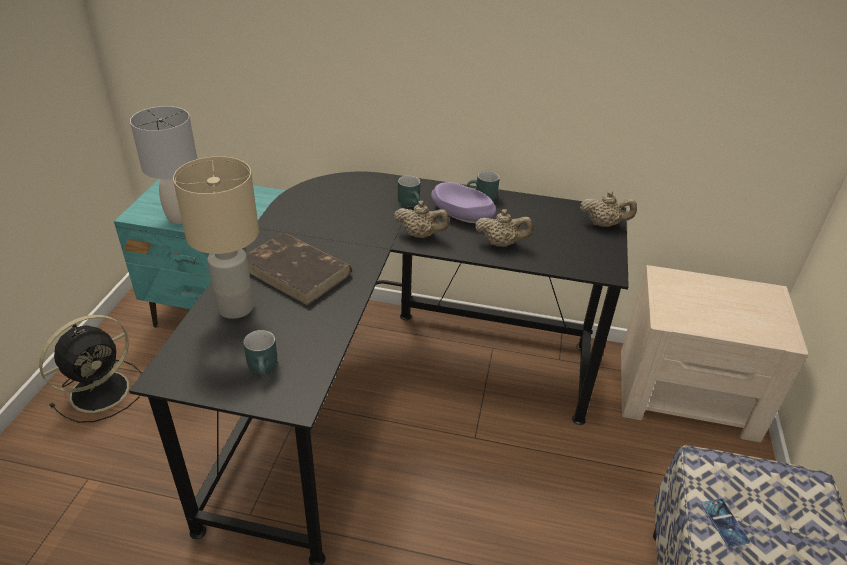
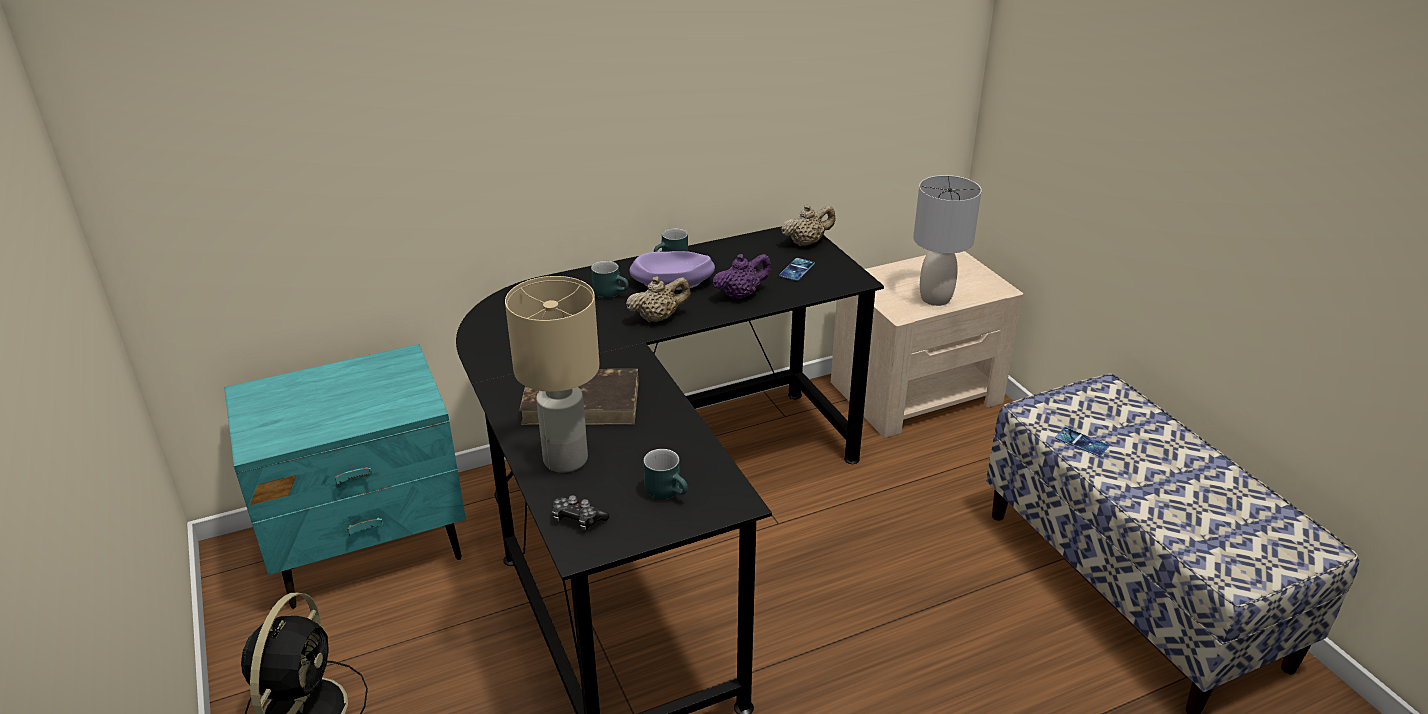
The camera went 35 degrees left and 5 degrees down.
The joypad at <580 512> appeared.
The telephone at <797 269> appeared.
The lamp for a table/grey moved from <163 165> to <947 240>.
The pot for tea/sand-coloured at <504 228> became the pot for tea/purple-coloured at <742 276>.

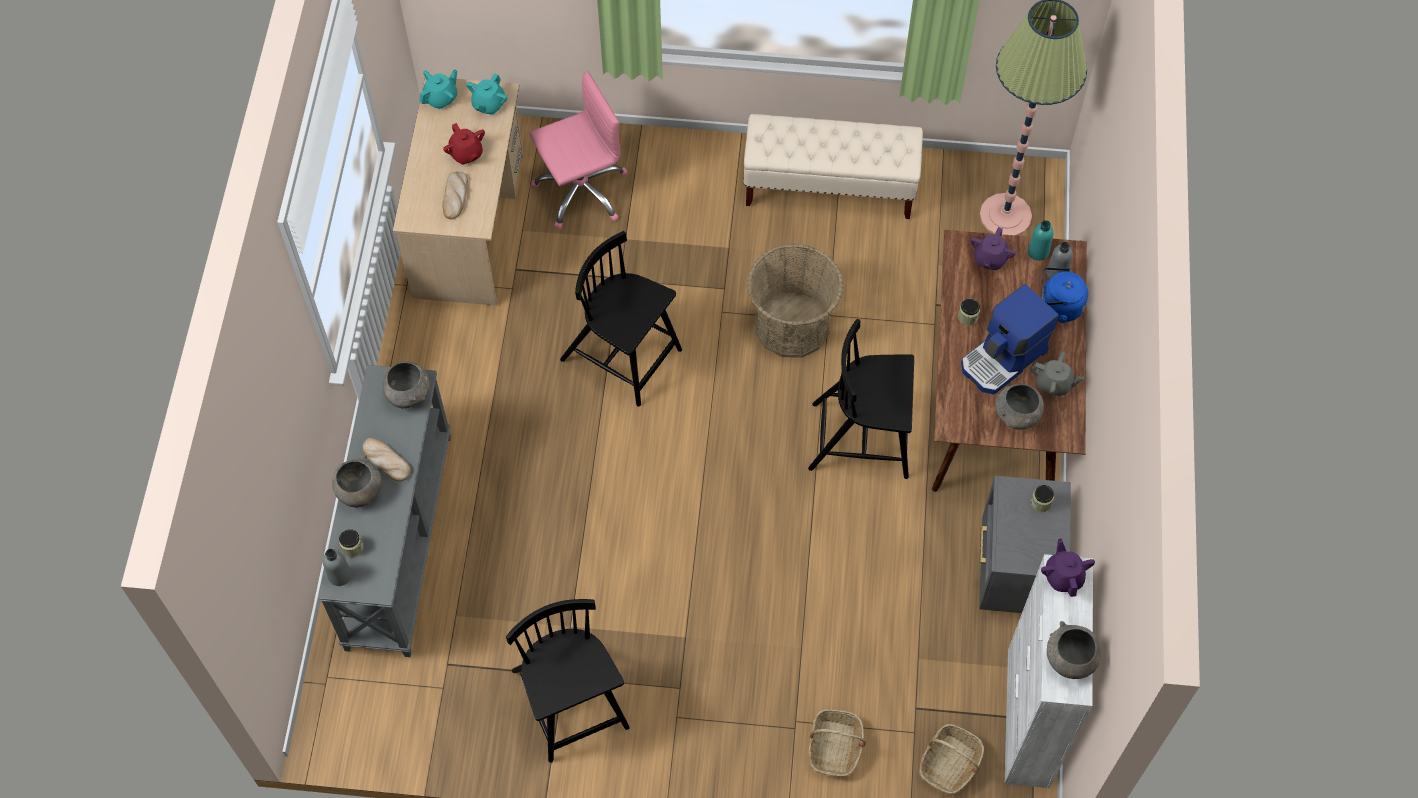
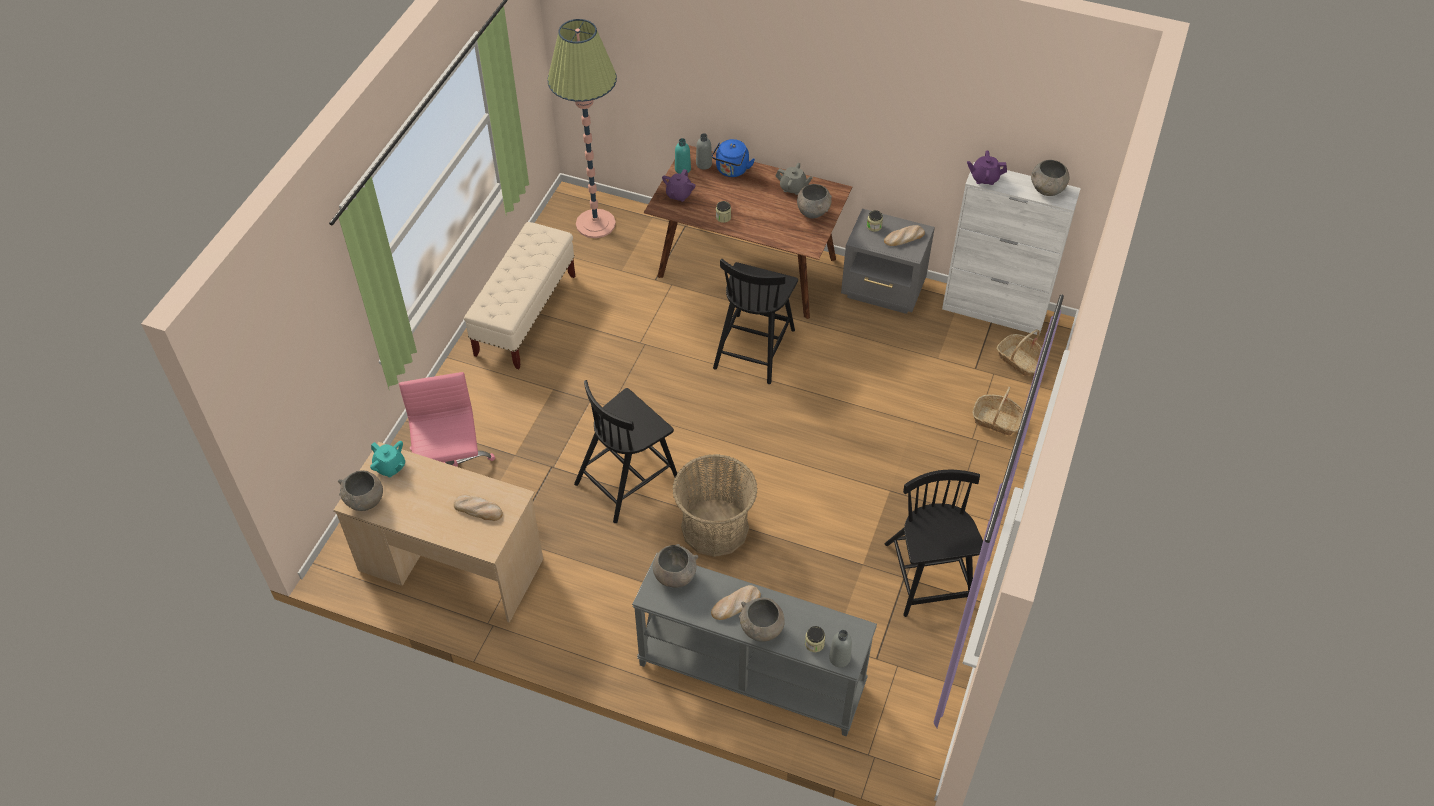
The camera went 75 degrees left and 10 degrees down.
The pot for tea/red at <464 144> disappeared.
The coffee brewer at <1010 339> disappeared.
The bakery bread at <904 235> appeared.
The basket moved from <795 301> to <715 505>.
The pot for tea/turquoise-coloured at <438 89> was replaced by the bowl/grey at <360 490>.
The chair/black-coloured at <568 681> turned 90 degrees clockwise.
The pot for tea/purple-coloured at <993 248> turned 75 degrees clockwise.
The pot for tea/grey at <1057 374> turned 75 degrees clockwise.

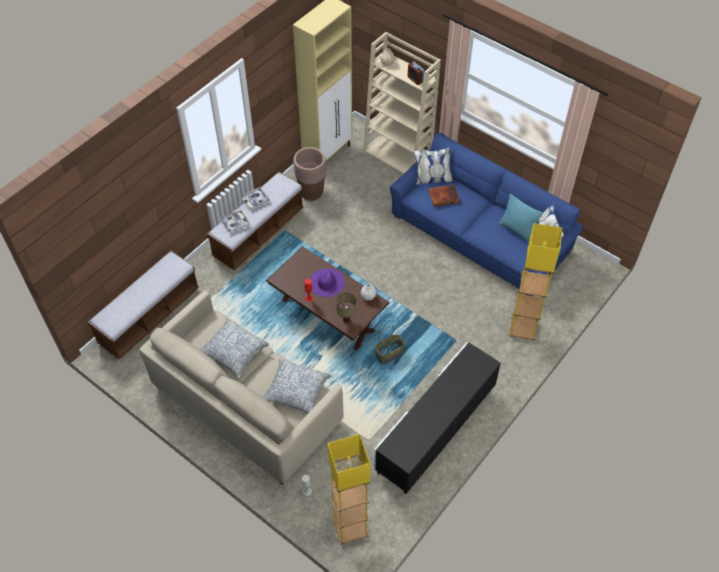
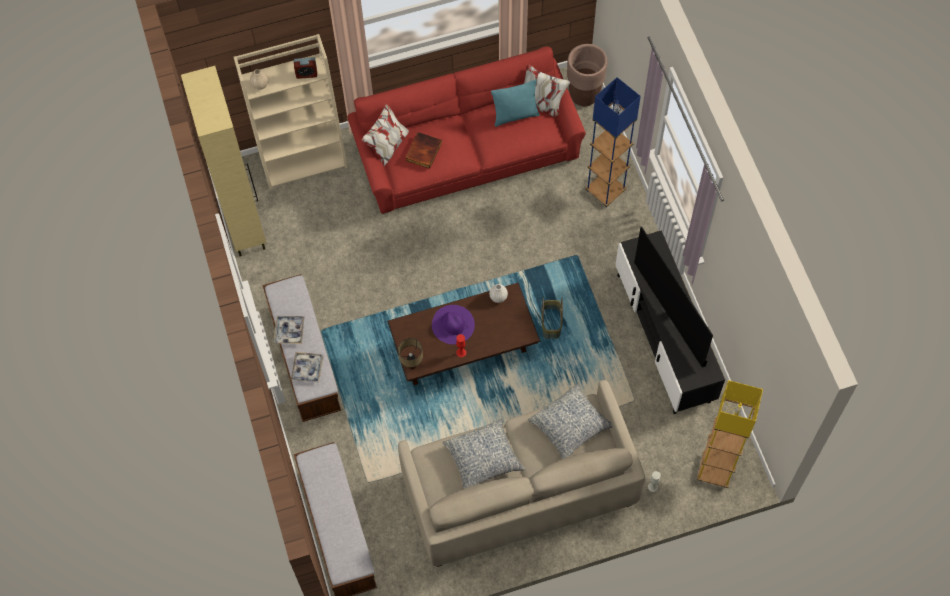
The camera went 55 degrees left and 10 degrees up.
The TV set at <673 297> appeared.
The flower pot/brown-coloured moved from <309 174> to <587 75>.
The lamp for a table moved from <346 308> to <410 354>.
The settee/blue-coloured at <486 214> became the settee/red at <467 130>.
The floor lamp/yellow at <535 282> became the floor lamp/blue-coloured at <613 142>.

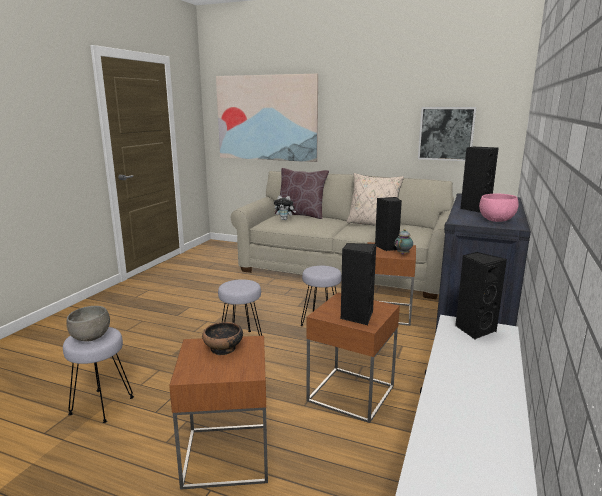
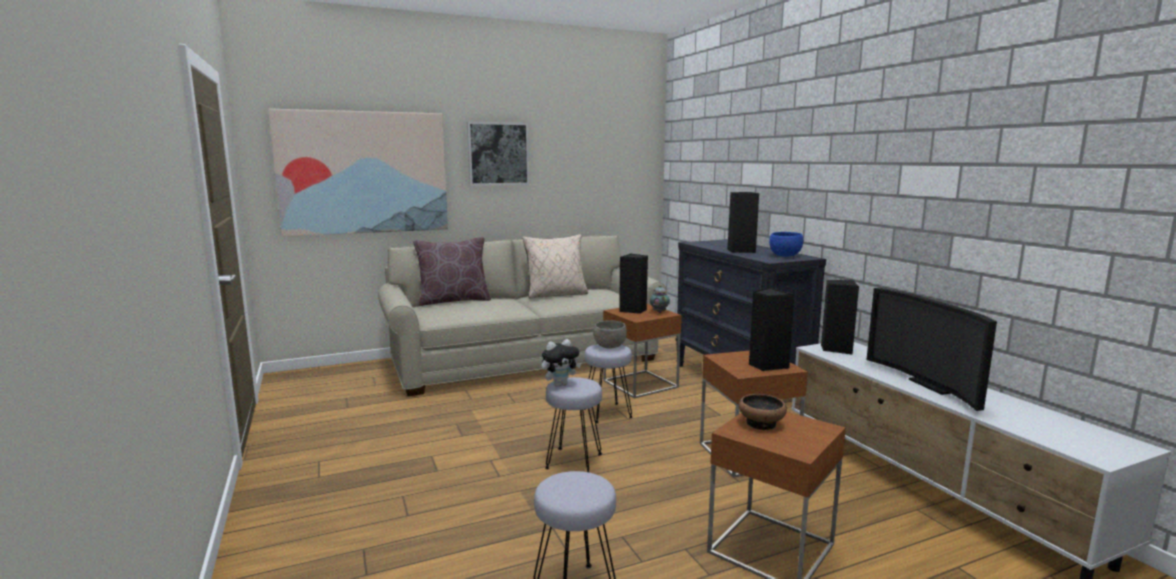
The camera went 45 degrees left and 5 degrees down.
The TV set at <931 349> appeared.
The bowl/grey moved from <88 324> to <610 334>.
The soft toy moved from <285 208> to <561 363>.
The wall picture moved from <447 134> to <498 154>.
The bowl/pink at <499 208> became the bowl/blue-coloured at <786 244>.

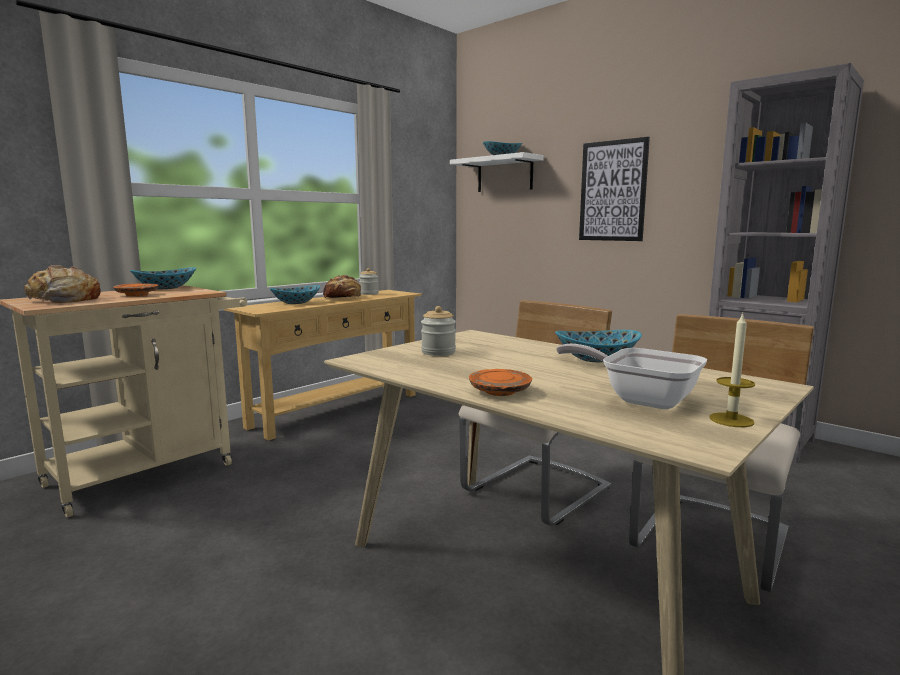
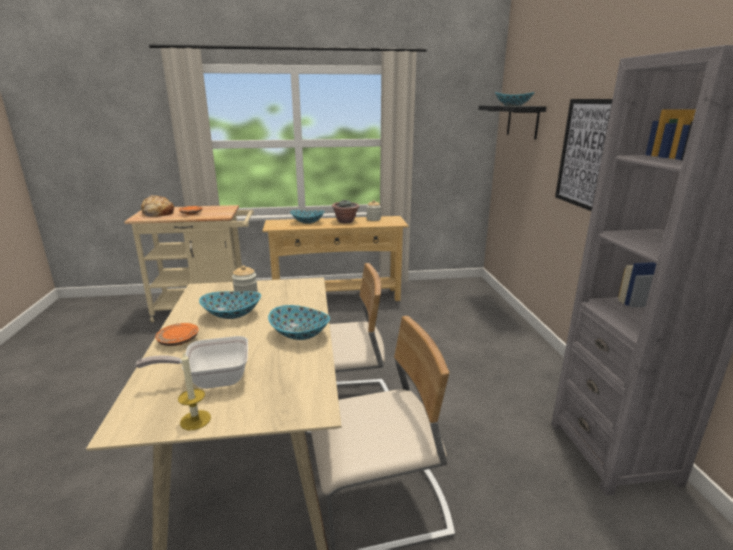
The camera went 40 degrees right and 10 degrees up.
The bowl moved from <163 278> to <230 305>.
The bakery bread at <342 286> was replaced by the houseplant at <345 211>.
The shelf/whitish at <497 172> became the shelf/black-coloured at <512 122>.
The frying pan at <631 376> turned 90 degrees counterclockwise.

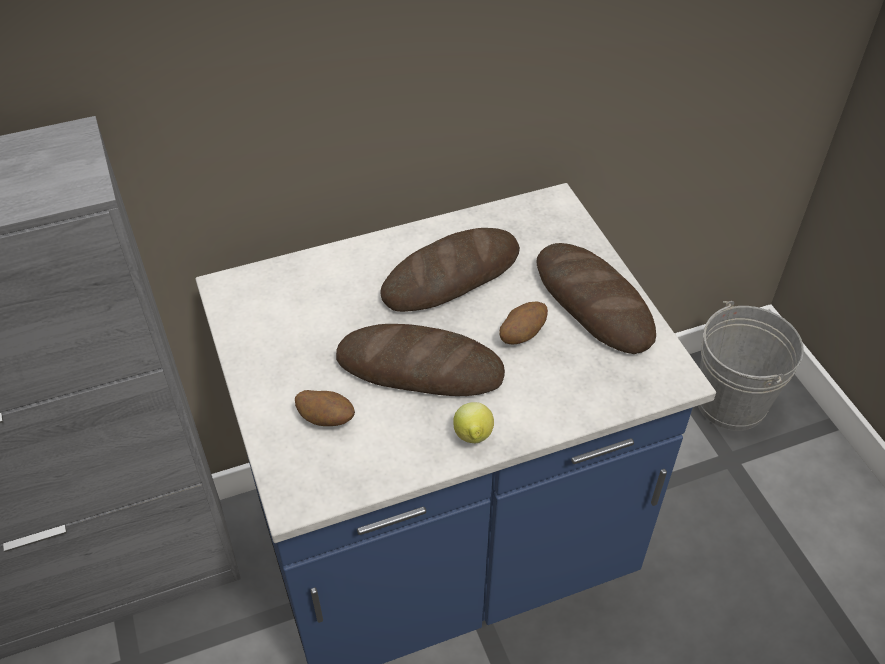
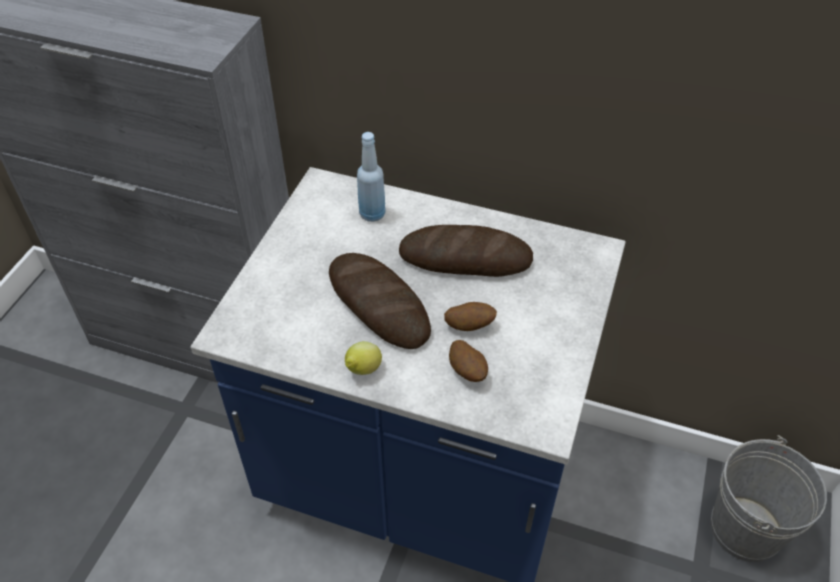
The camera went 40 degrees right and 0 degrees up.
The bakery bread at <596 298> disappeared.
The drink bottle/blue-coloured at <371 177> appeared.
The potato moved from <325 408> to <468 361>.

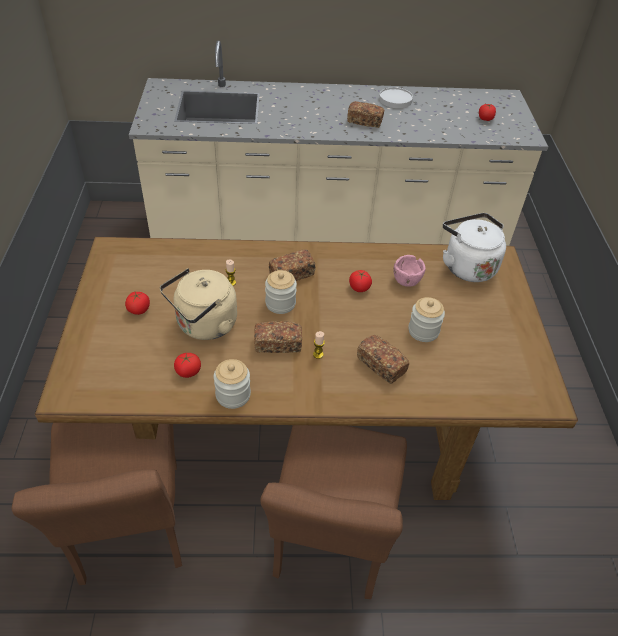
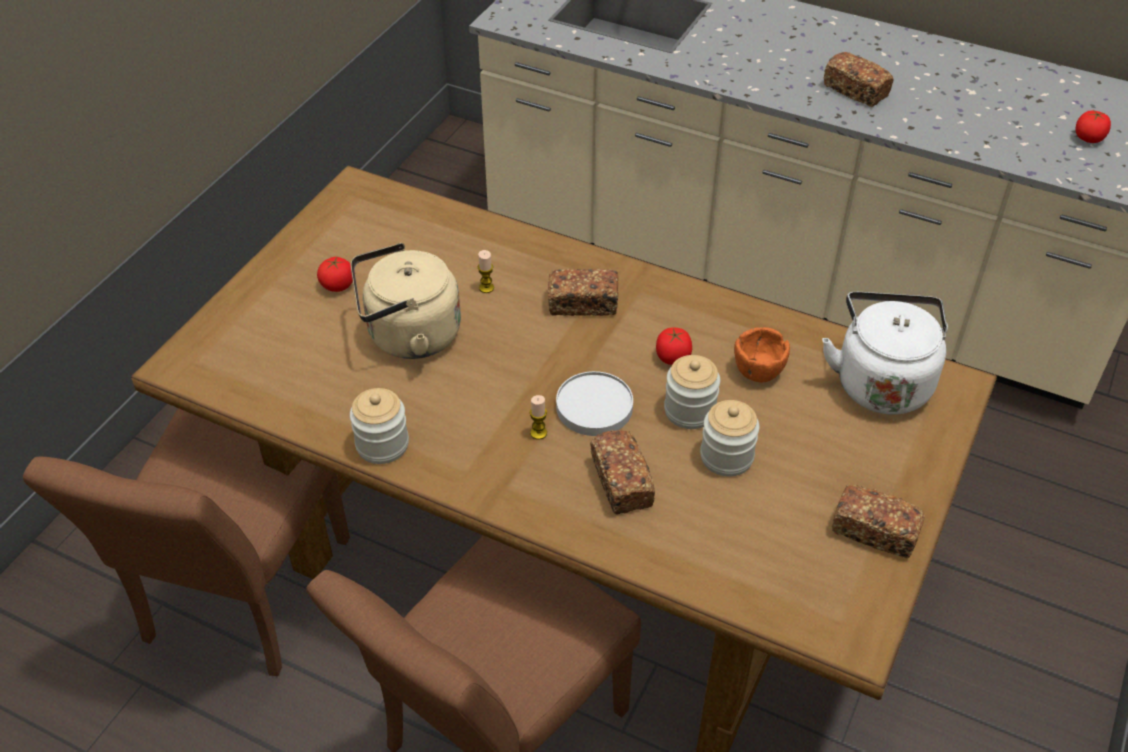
The camera went 30 degrees right and 0 degrees up.
The whole tomato at <187 365> disappeared.
The bakery bread moved from <278 337> to <878 521>.
The jar moved from <281 292> to <692 392>.
The flat dish/whitish moved from <396 97> to <594 403>.
The bowl/pink at <410 271> became the bowl/orange at <762 354>.

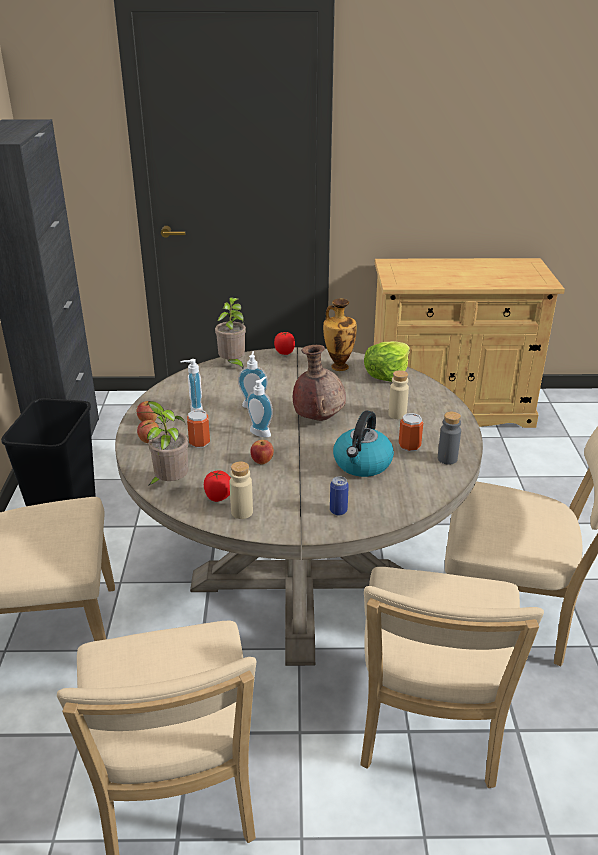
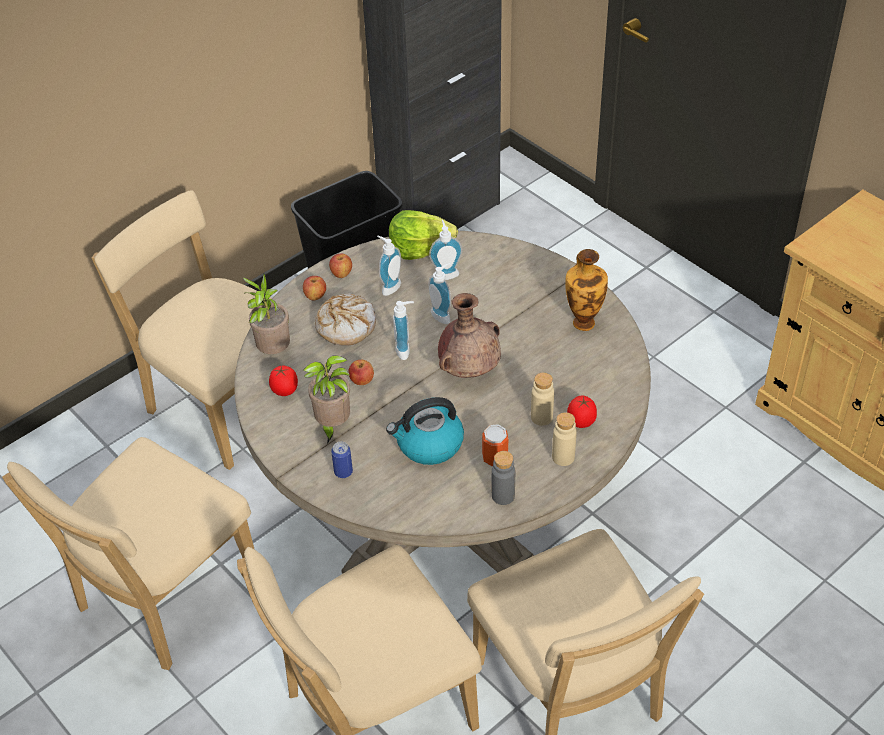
The camera went 50 degrees right and 15 degrees up.
The soap dispenser at <445 250> appeared.
The houseplant moved from <230 333> to <327 399>.
The drink bottle/sand-coloured moved from <241 490> to <564 439>.
The whole tomato moved from <284 343> to <582 412>.
The head of lettuce moved from <387 361> to <423 235>.
The can at <198 429> was replaced by the bakery bread at <345 320>.

